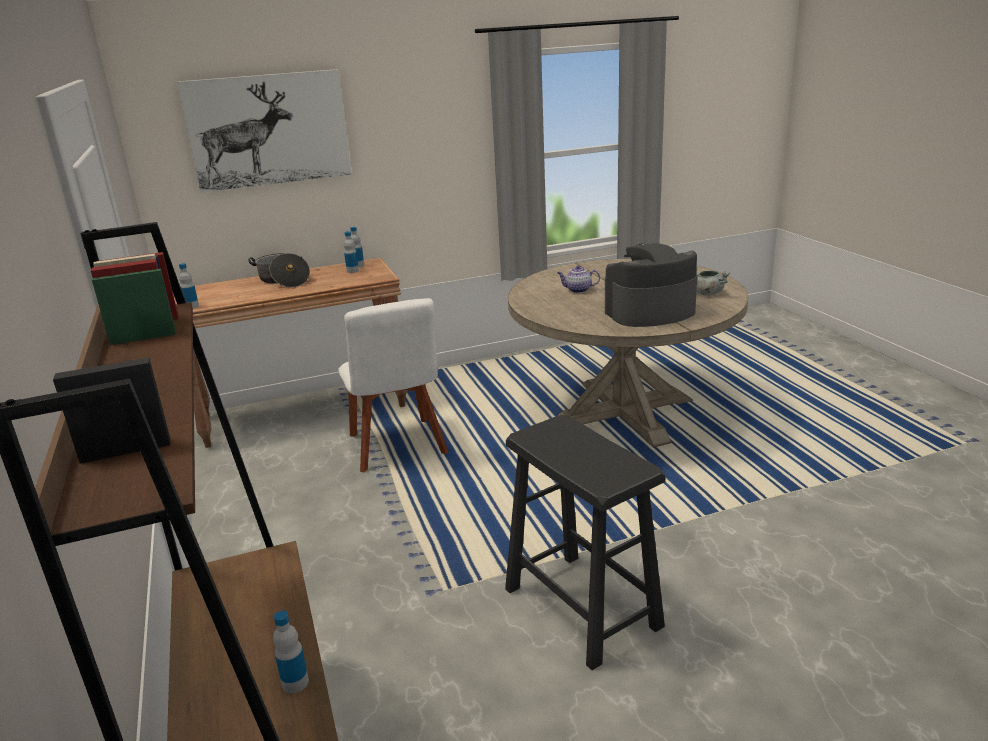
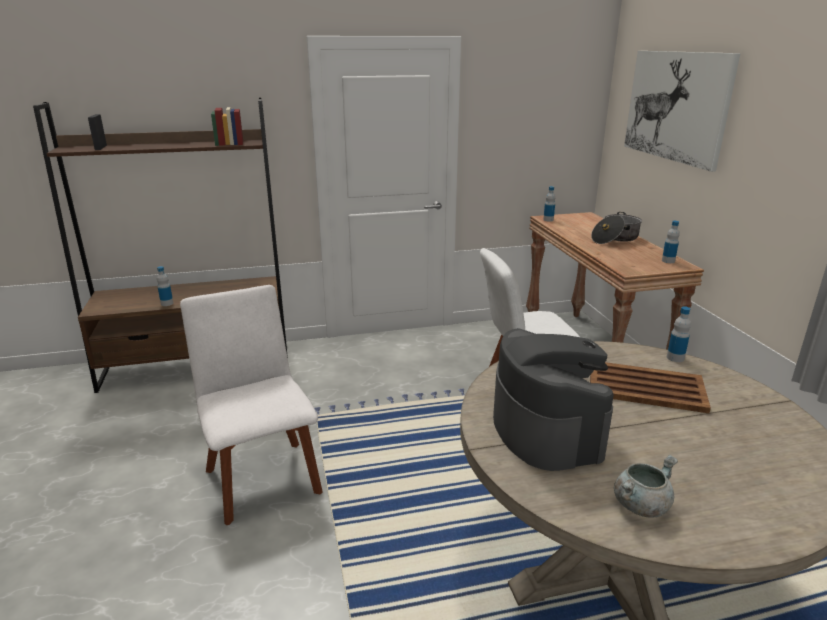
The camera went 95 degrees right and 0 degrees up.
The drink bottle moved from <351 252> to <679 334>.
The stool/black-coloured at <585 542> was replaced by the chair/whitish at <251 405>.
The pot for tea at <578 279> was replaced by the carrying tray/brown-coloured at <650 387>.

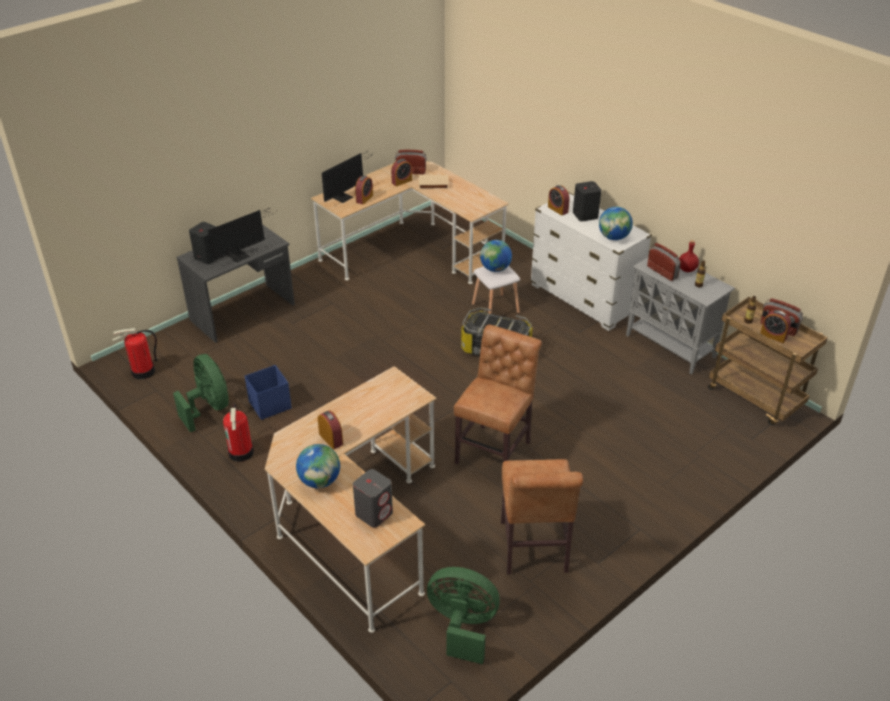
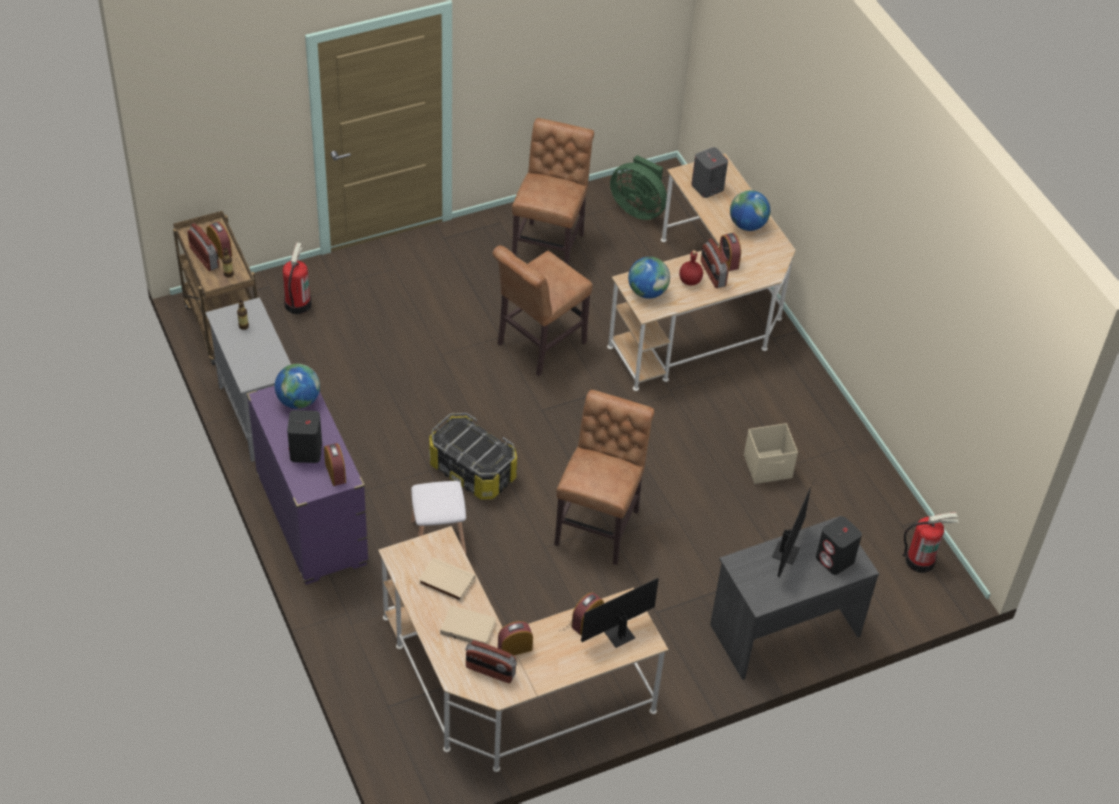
The camera went 165 degrees left and 10 degrees up.
The fan/greenish at <201 393> disappeared.
The bound book/sand-coloured at <447 579> appeared.
The chair/brown-coloured at <604 477> appeared.
The fire extinguisher moved from <238 432> to <297 278>.
The world globe moved from <496 256> to <649 278>.
The radio moved from <664 262> to <715 263>.
The drink bottle/red moved from <689 256> to <691 268>.
The storage container/blue-coloured at <268 392> became the storage container/sand-coloured at <771 453>.
The drawer chest/whitish at <591 261> became the drawer chest/purple-coloured at <308 485>.
The monitor at <241 235> turned 135 degrees clockwise.

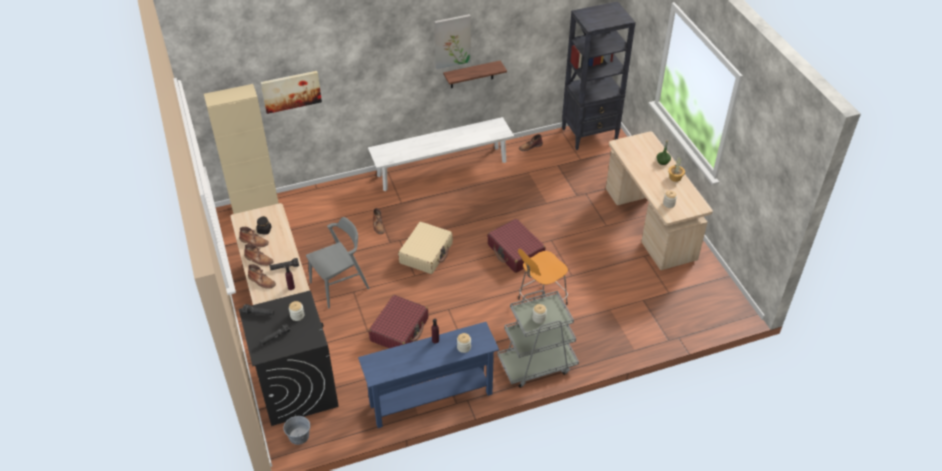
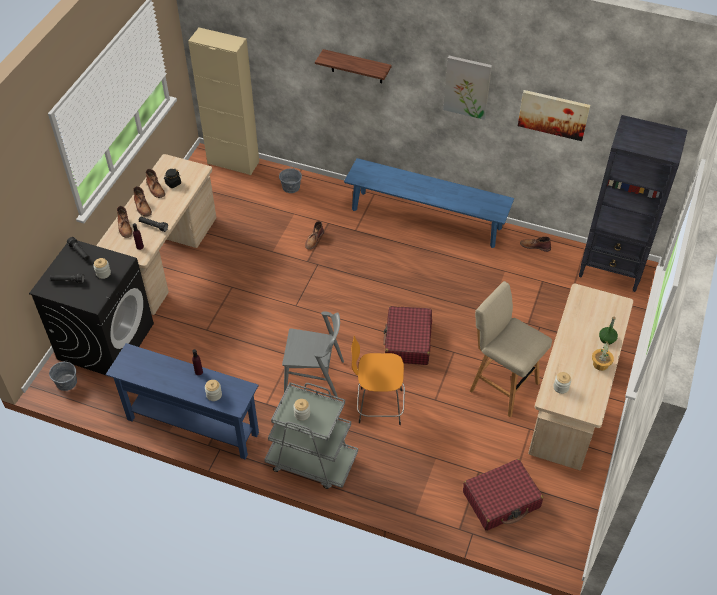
The camera went 40 degrees right and 5 degrees up.
The suitcase/sand-coloured at <425 248> disappeared.
The pail/grey at <290 179> appeared.
The stool/sand-coloured at <511 349> appeared.
The wall picture moved from <291 92> to <554 115>.
The chair/grey moved from <337 262> to <313 355>.
The suitcase/red moved from <398 321> to <503 495>.
The shelf moved from <475 74> to <353 66>.
The long seat/whitish at <441 154> became the long seat/blue-coloured at <429 203>.

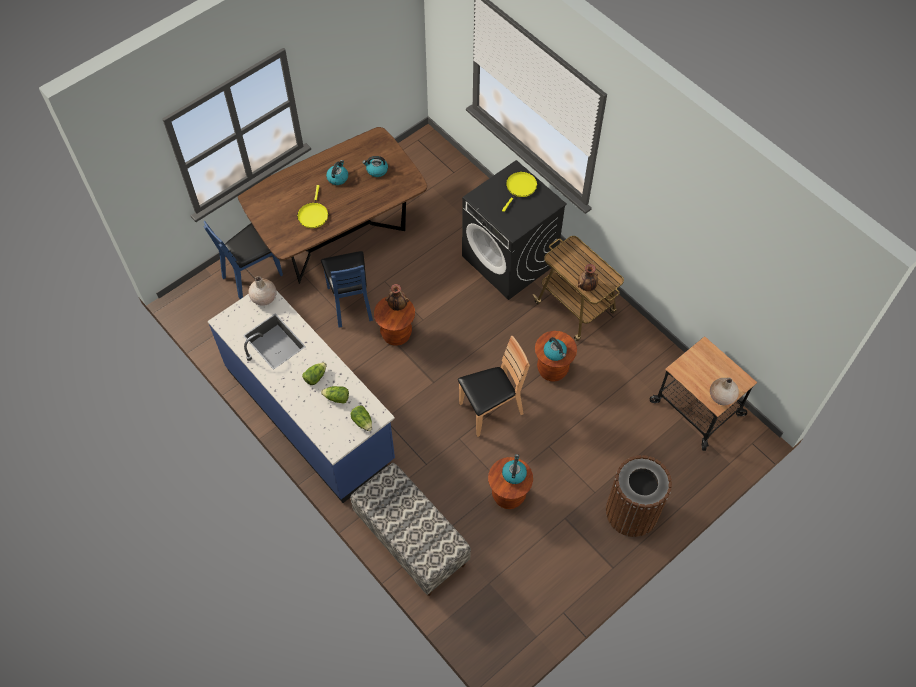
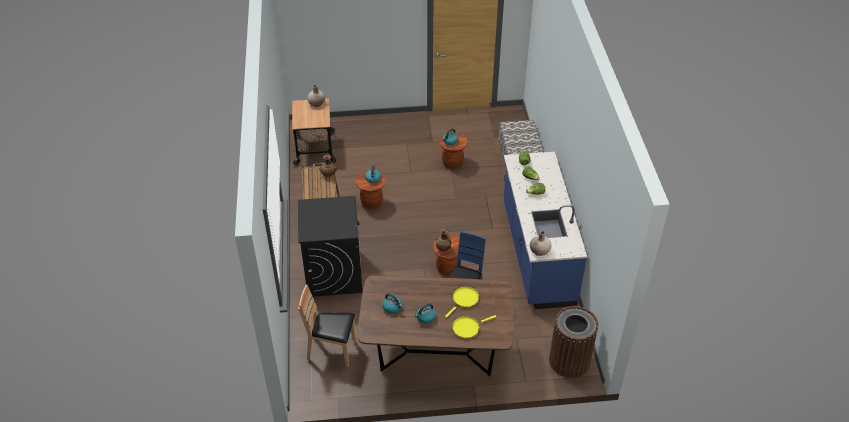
The camera went 145 degrees left and 15 degrees down.
The chair/blue-coloured at <243 260> disappeared.
The chair/brown-coloured moved from <494 386> to <327 325>.
The frying pan/yellow moved from <519 192> to <474 327>.
The trash can/brown-coloured moved from <639 496> to <573 342>.

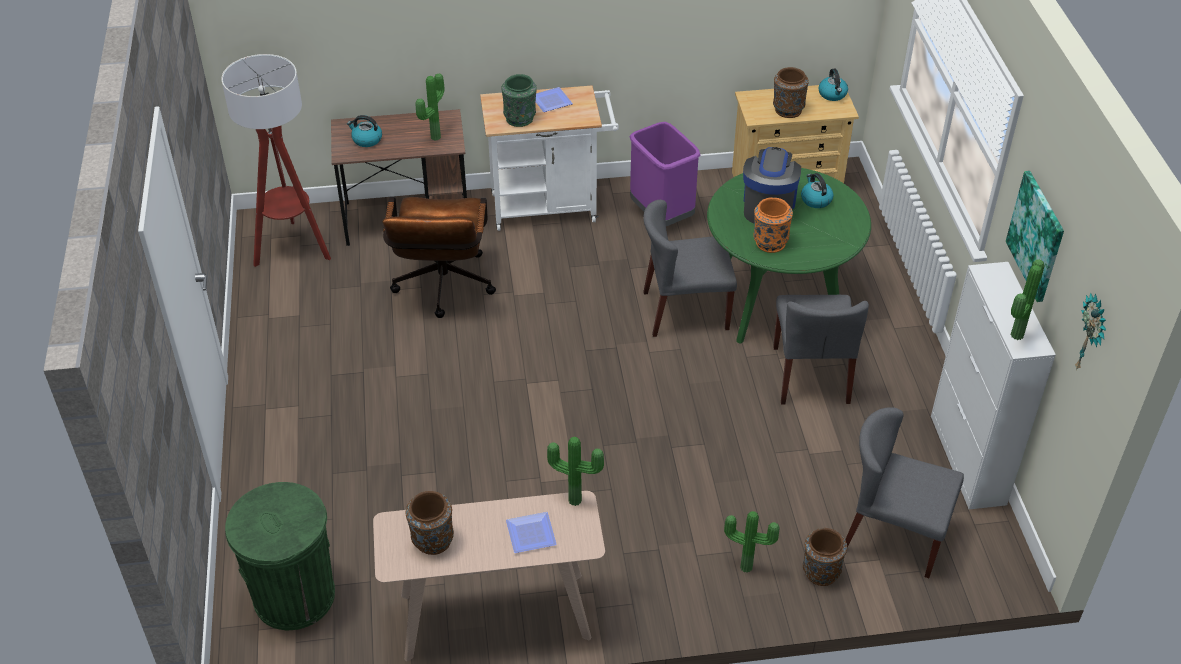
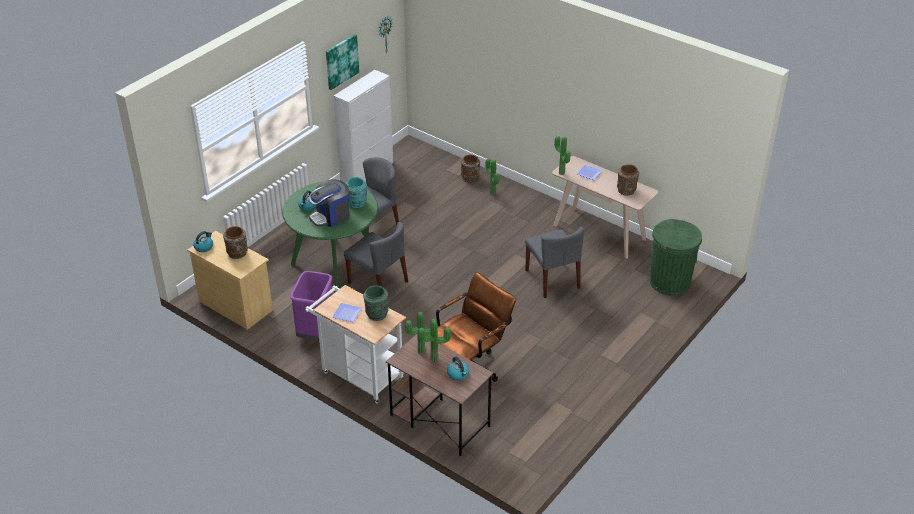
The camera went 135 degrees left and 5 degrees down.
The floor lamp at <276 160> disappeared.
The chair/grey moved from <904 492> to <554 262>.
The houseplant moved from <1027 300> to <434 341>.
The vase/orange at <773 225> became the vase/turquoise-coloured at <356 192>.

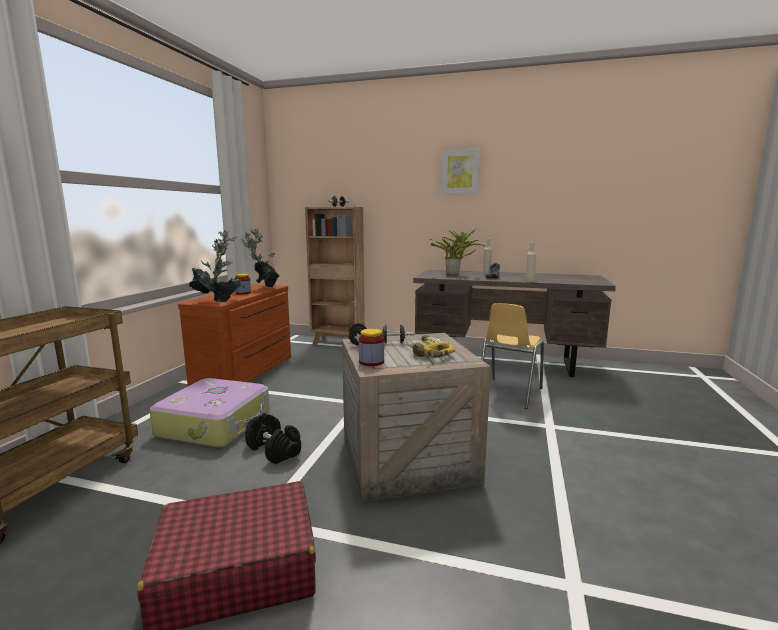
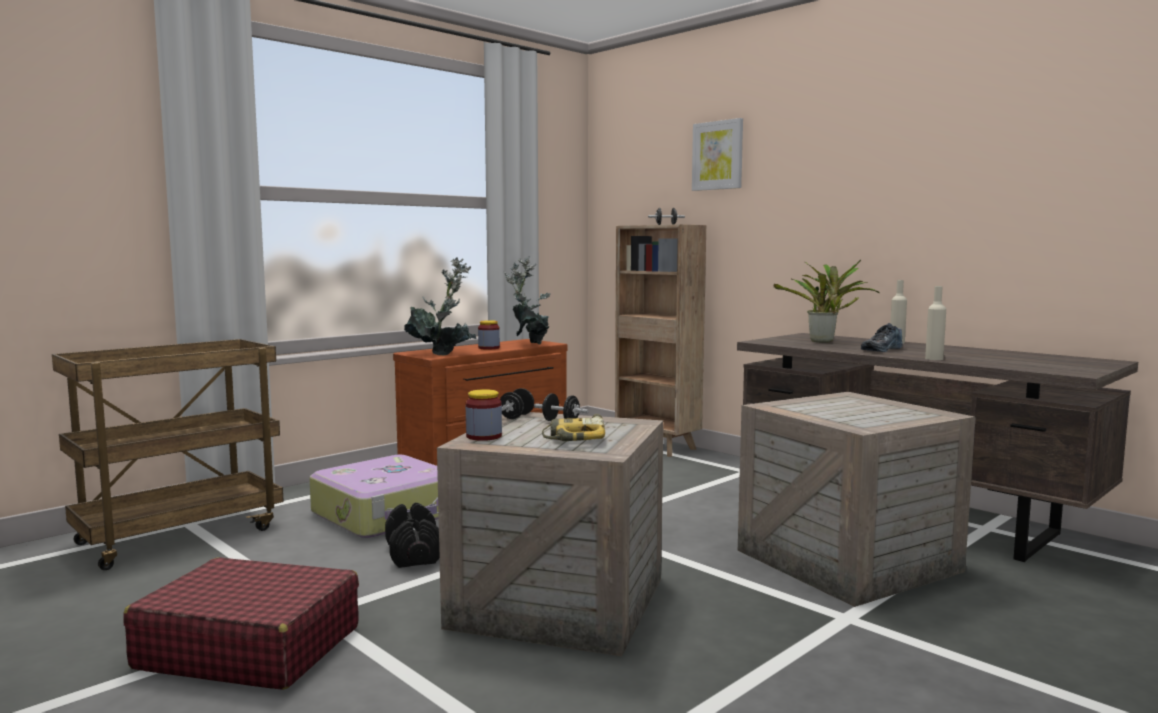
The camera went 30 degrees right and 5 degrees down.
The wall picture moved from <460 171> to <717 154>.
The chair/yellow at <512 356> was replaced by the shipping crate at <856 499>.

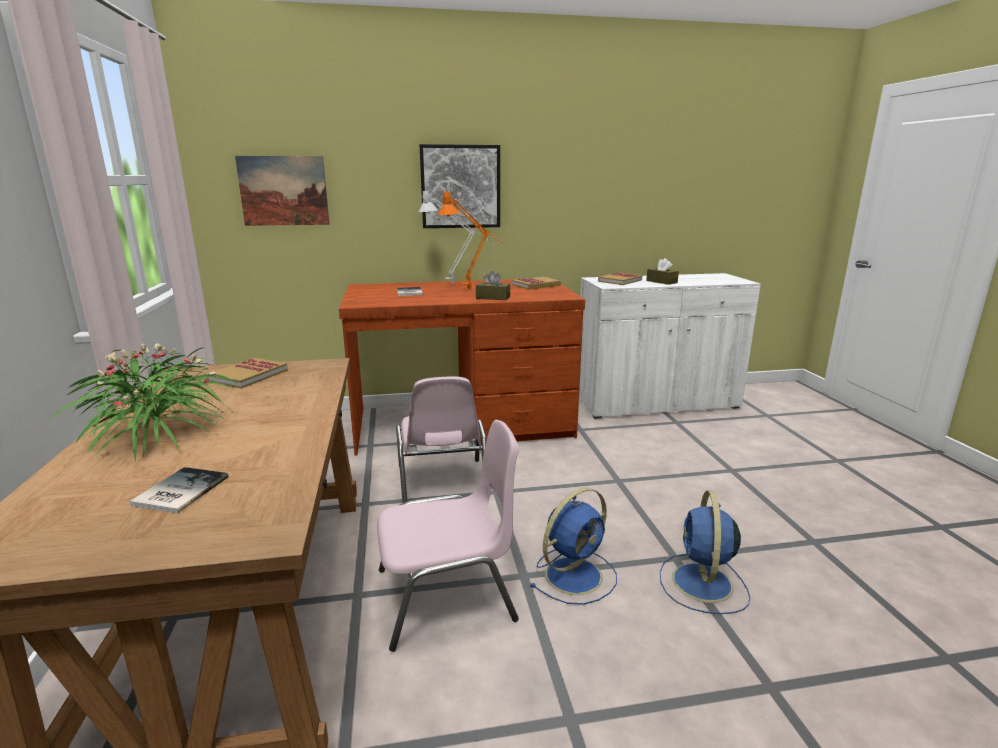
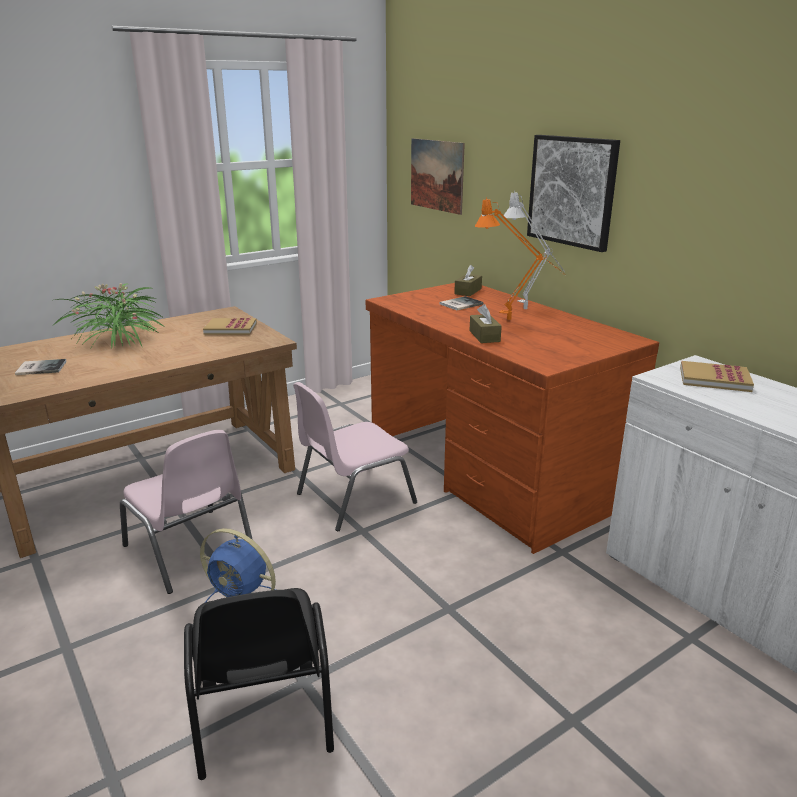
The camera went 65 degrees right and 5 degrees up.
The bound book at <536 283> disappeared.
The tissue box/brown-coloured moved from <662 271> to <468 280>.
The fan/blue-coloured at <705 552> was replaced by the chair/black-coloured at <259 684>.

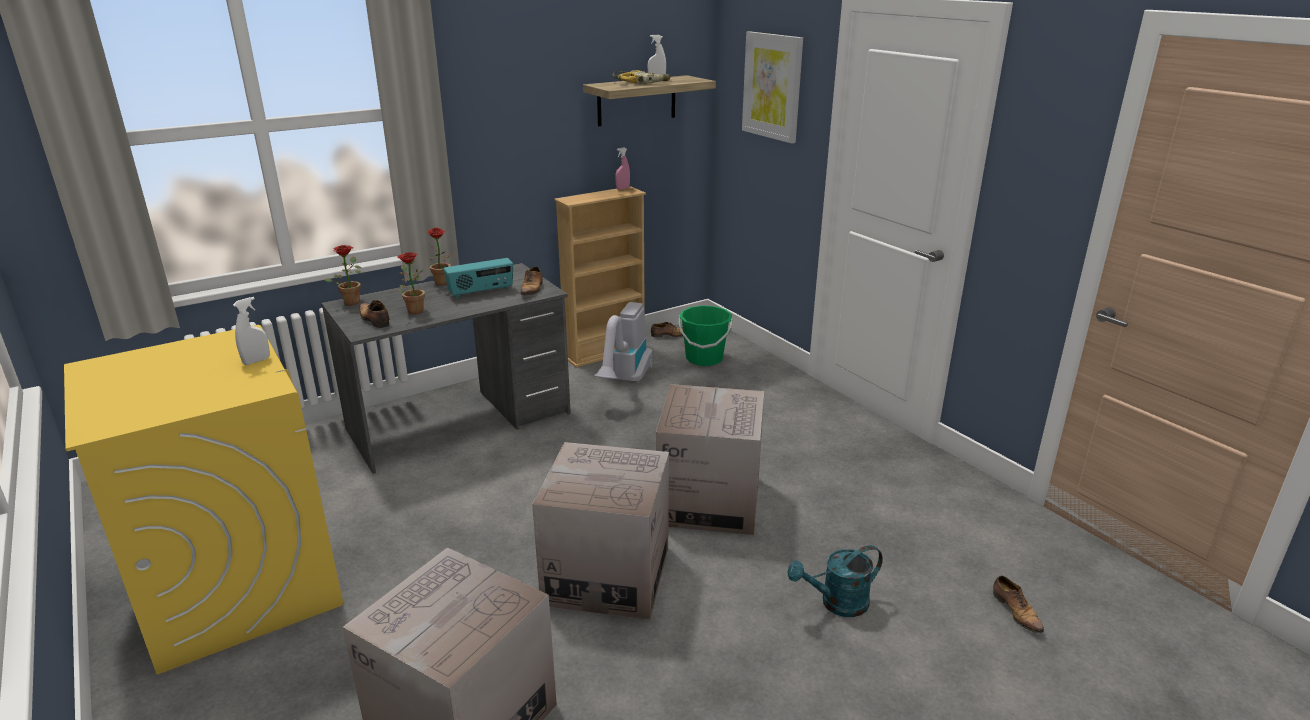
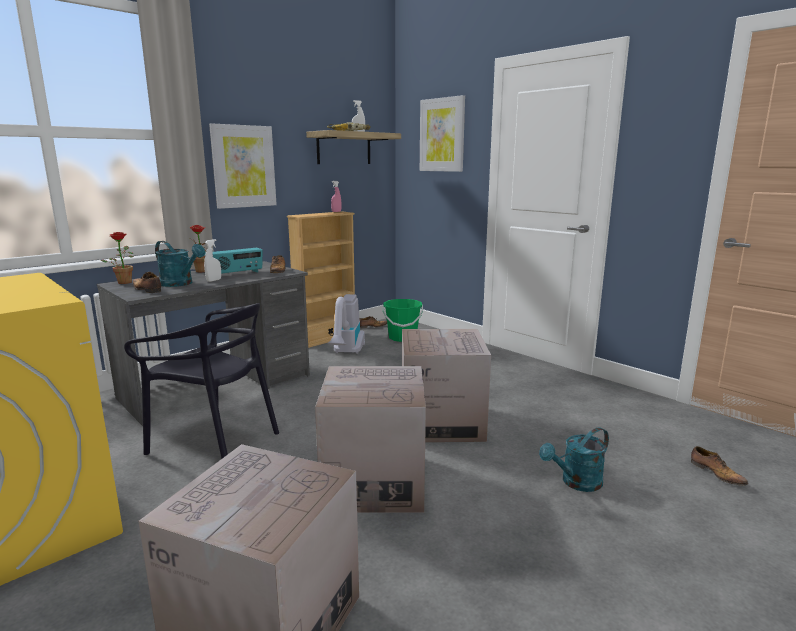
The camera went 10 degrees left and 10 degrees down.
The chair/black-coloured at <201 380> appeared.
The wall picture at <243 166> appeared.
The hand sprayer/whitish moved from <251 331> to <212 260>.
The houseplant at <411 283> was replaced by the watering pot/turquoise-coloured at <180 264>.

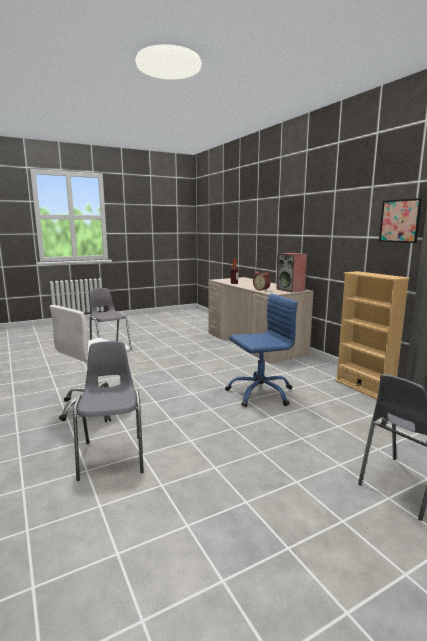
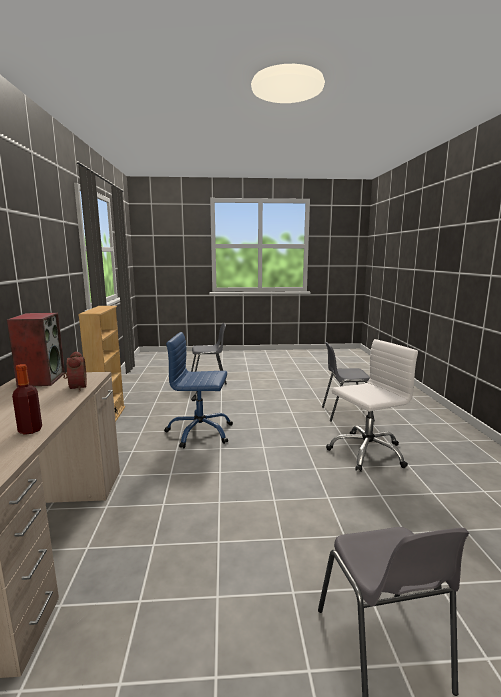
The camera went 155 degrees left and 0 degrees up.
The wall picture at <400 220> disappeared.
The chair/grey at <108 411> turned 75 degrees clockwise.

